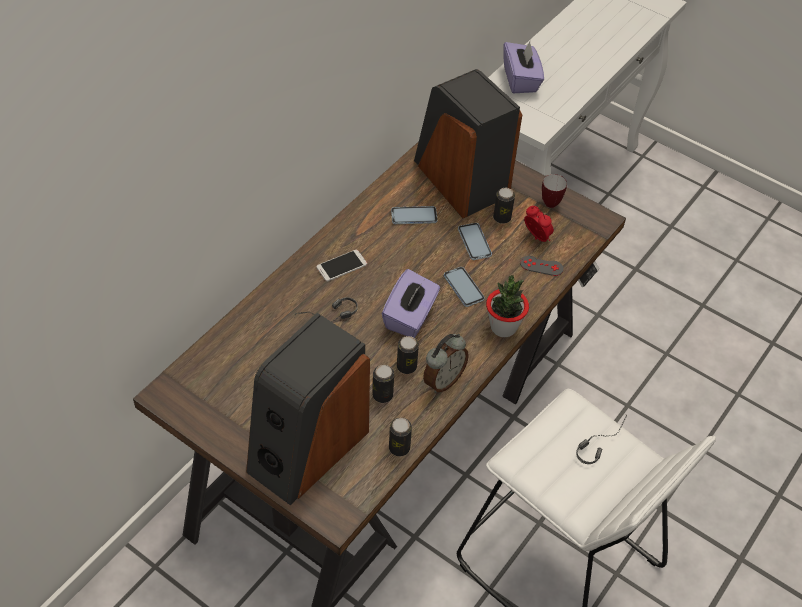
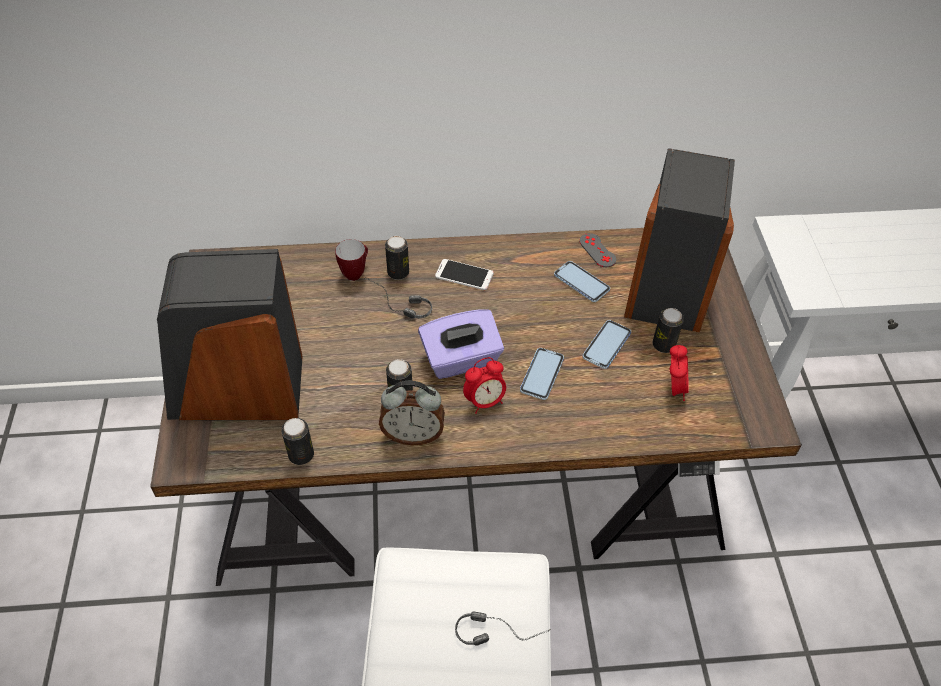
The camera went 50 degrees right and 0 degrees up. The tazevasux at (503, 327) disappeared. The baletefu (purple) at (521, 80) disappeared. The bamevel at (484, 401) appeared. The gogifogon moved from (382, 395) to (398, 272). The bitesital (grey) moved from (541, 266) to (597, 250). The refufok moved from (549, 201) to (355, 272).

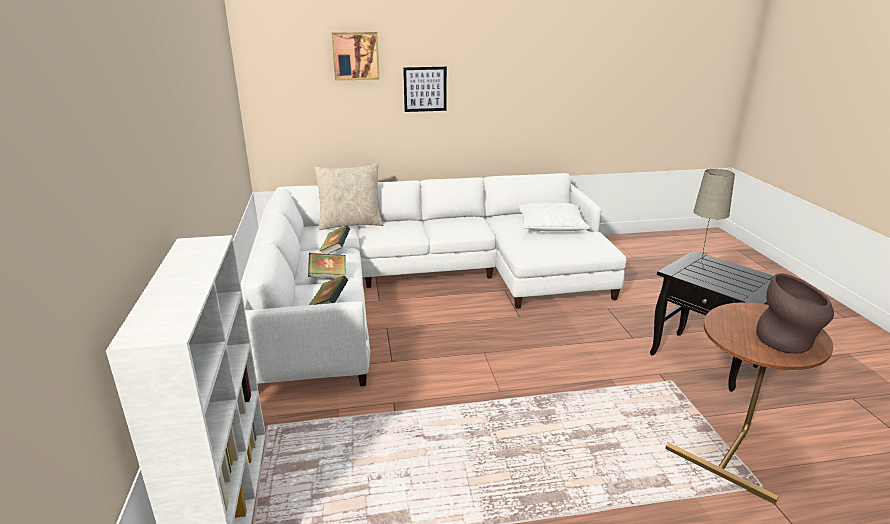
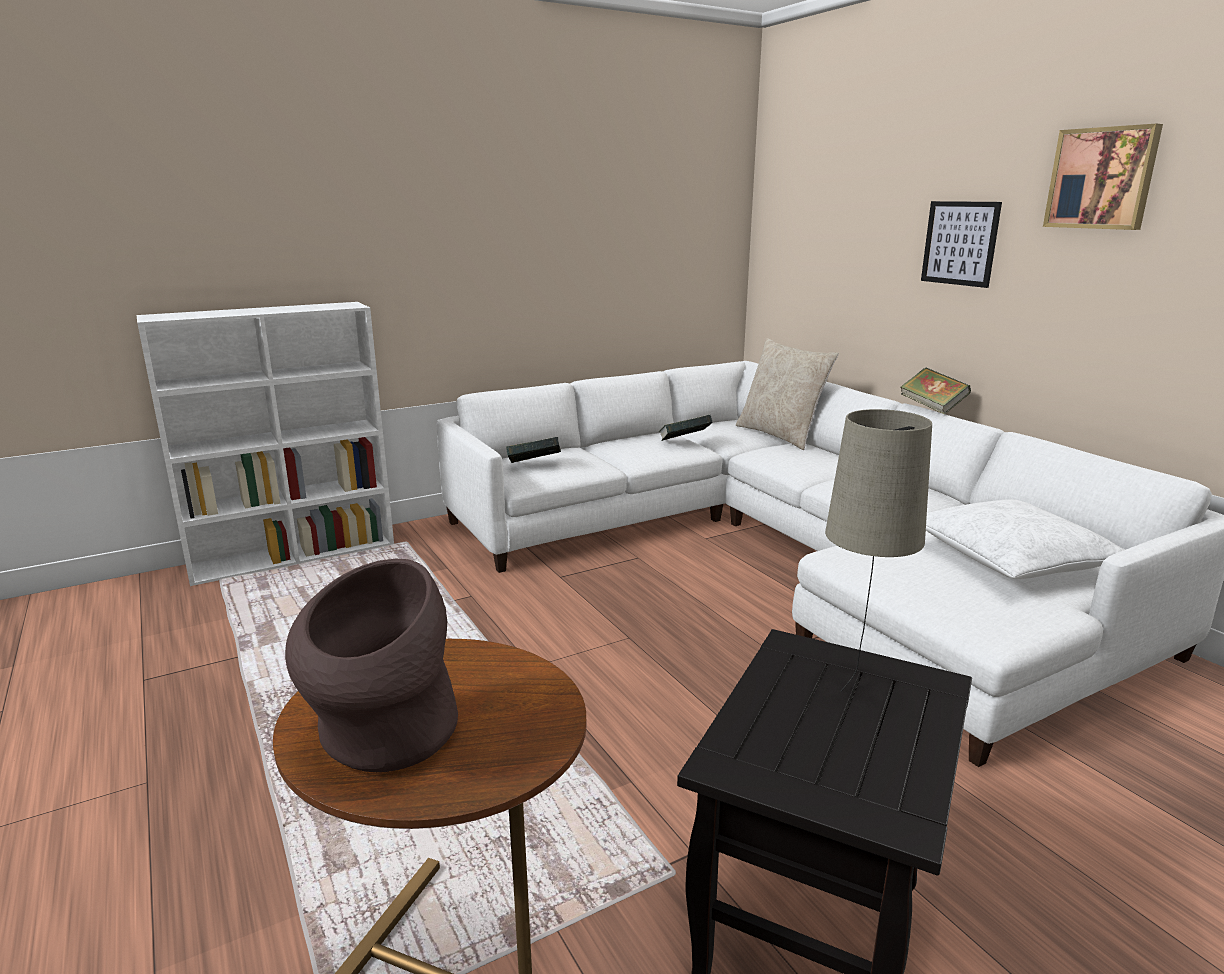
The camera went 70 degrees right and 5 degrees down. The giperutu moved from (328, 277) to (932, 407). The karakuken moved from (355, 56) to (1102, 178).

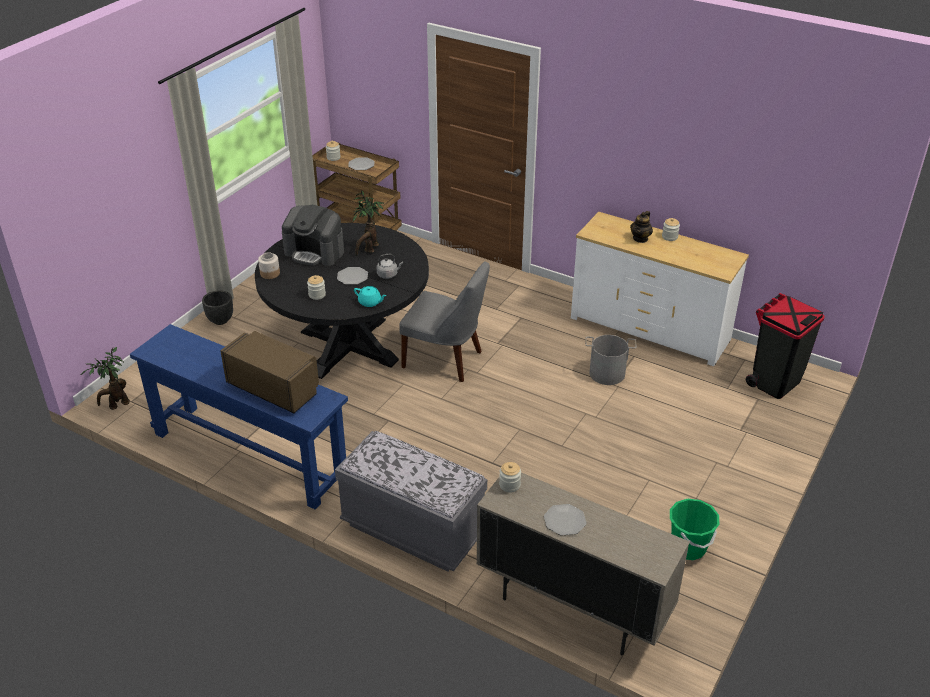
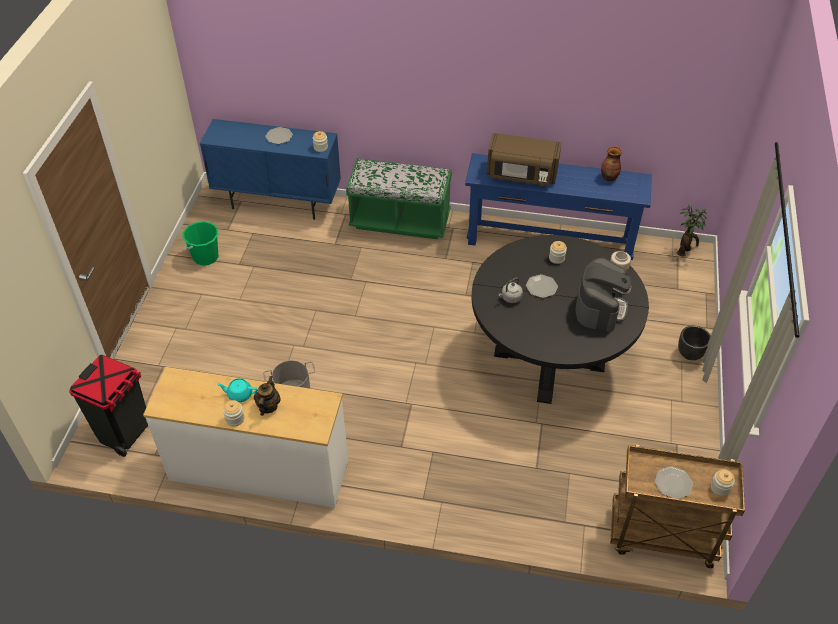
The camera went 160 degrees right and 10 degrees up. The tazevasux at (369, 249) disappeared. The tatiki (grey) at (446, 360) disappeared. The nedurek at (609, 178) appeared. The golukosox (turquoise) moved from (370, 302) to (239, 394). The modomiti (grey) at (413, 530) became the modomiti (green) at (400, 221). The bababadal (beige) at (572, 608) became the bababadal (blue) at (278, 203). The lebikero at (315, 252) turned 105 degrees clockwise.

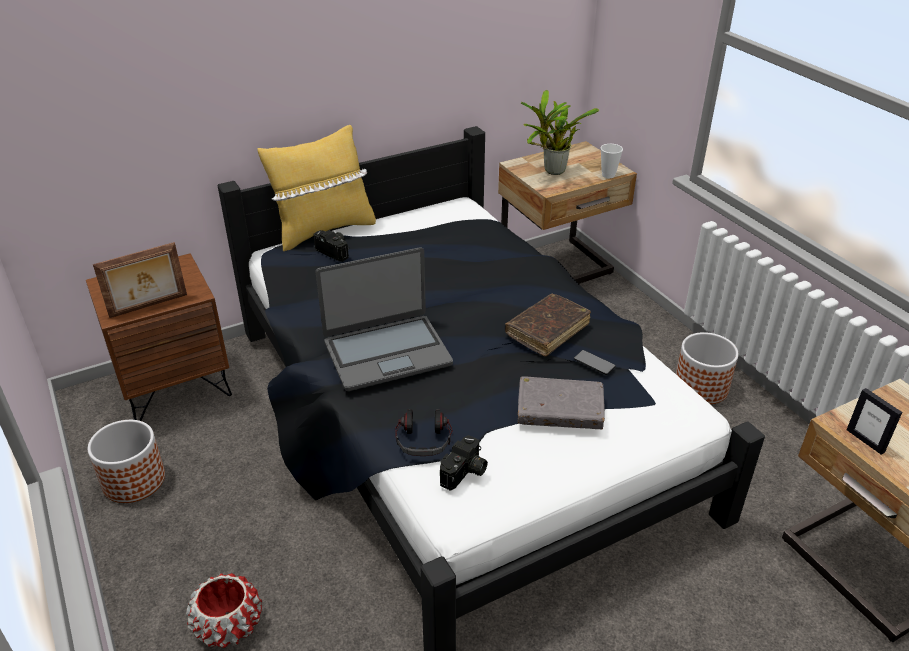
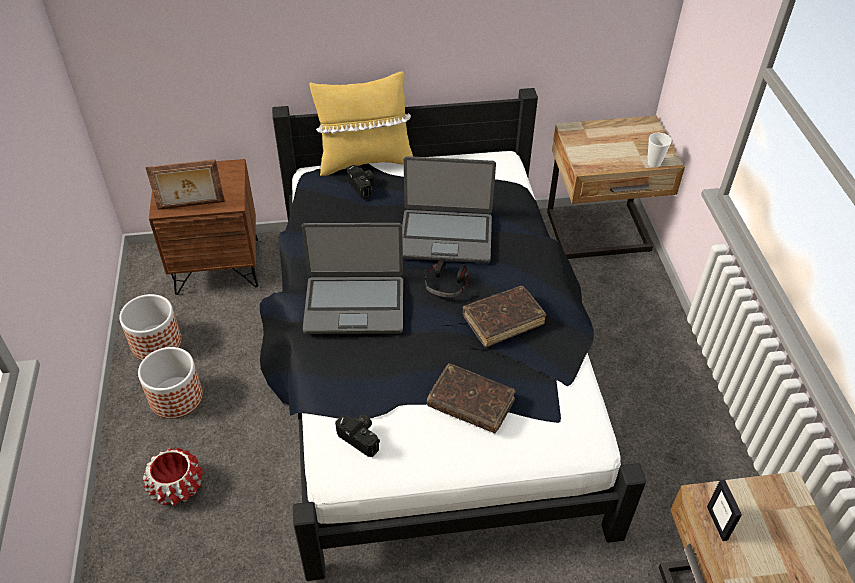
The camera went 20 degrees right and 10 degrees up. The tazevasux at (551, 172) disappeared. The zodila at (594, 363) disappeared. The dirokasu at (446, 236) appeared. The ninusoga moved from (424, 439) to (447, 284). The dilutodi moved from (701, 387) to (176, 397). The giperutu (grey) at (559, 411) became the giperutu (brown) at (470, 404). The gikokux at (465, 473) turned 105 degrees counterclockwise.

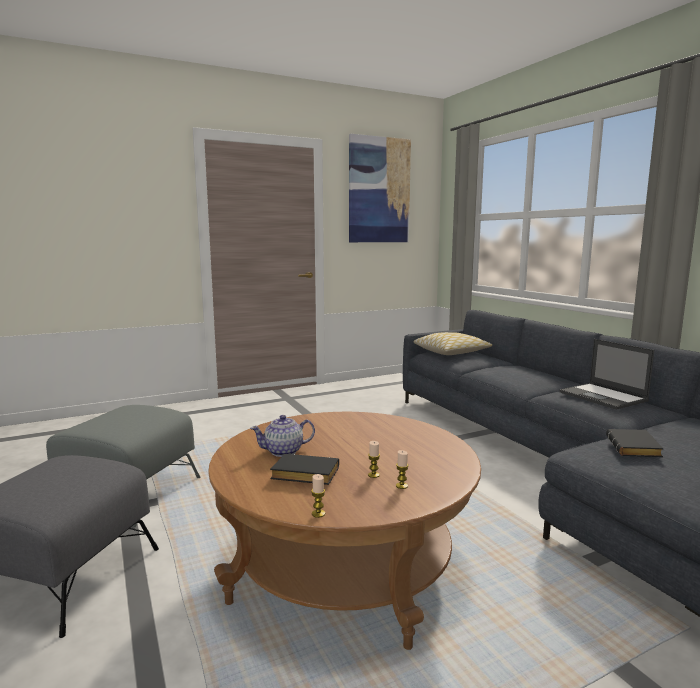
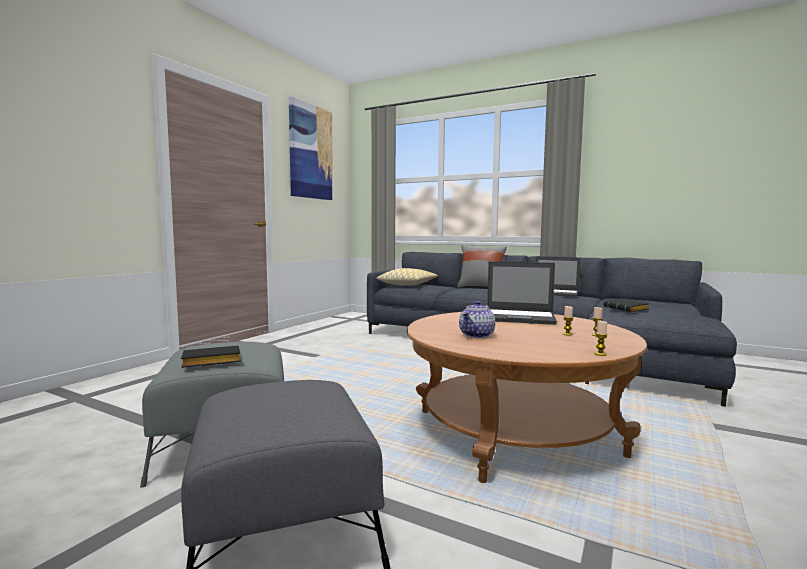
The camera went 35 degrees left and 5 degrees down. The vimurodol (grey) at (481, 287) appeared. The dirokasu at (520, 317) appeared. The giperutu (black) moved from (303, 475) to (210, 363).

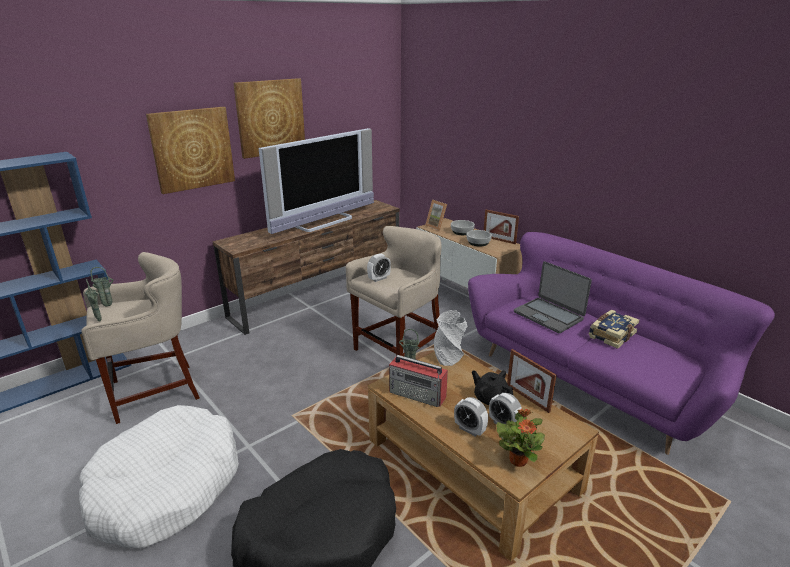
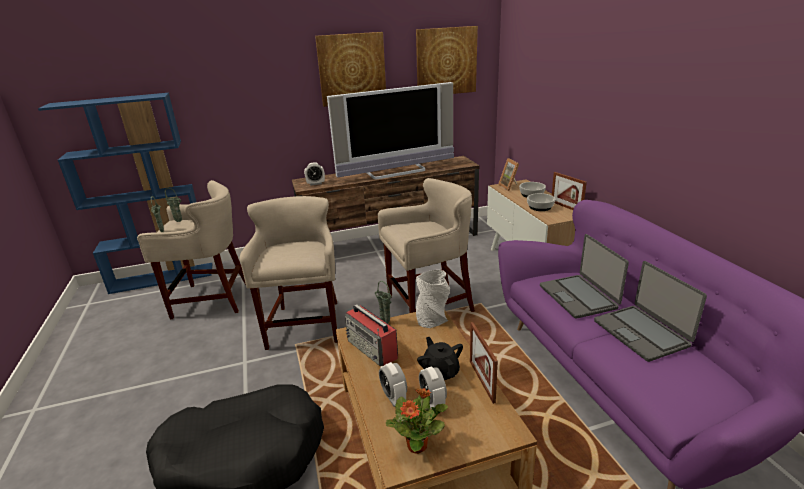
The camera went 25 degrees right and 0 degrees up. The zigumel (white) at (166, 487) disappeared. The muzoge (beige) at (305, 325) appeared. The karakuken moved from (192, 149) to (446, 61). The bamevel moved from (379, 278) to (315, 183). The giperutu at (611, 335) was replaced by the dirokasu at (641, 333).

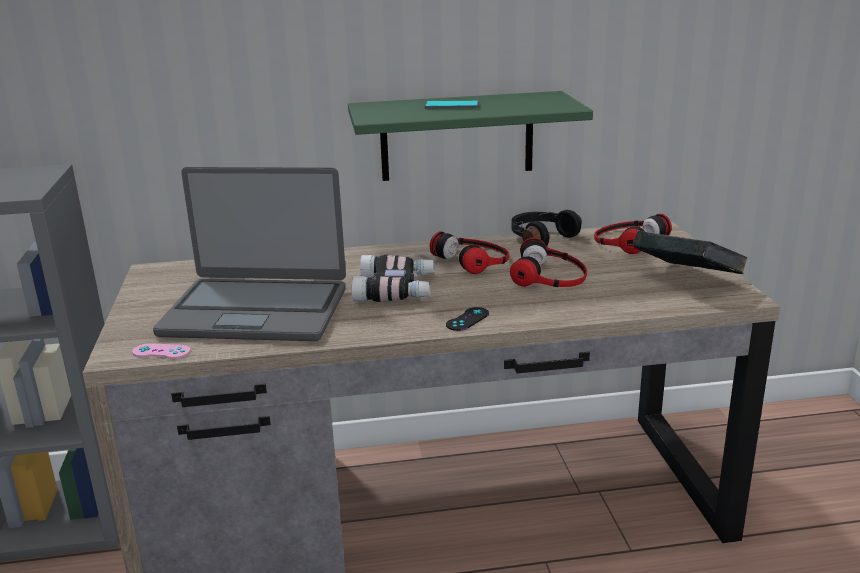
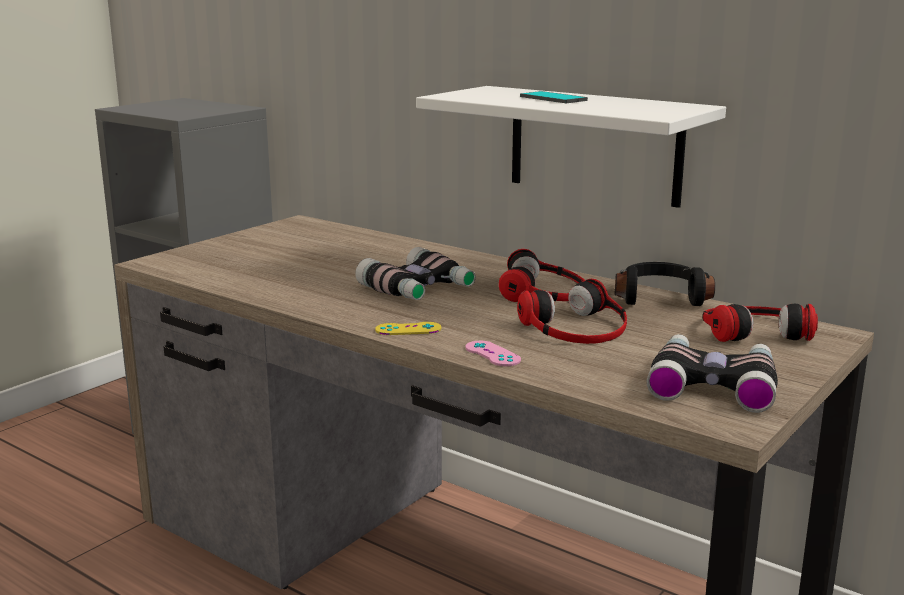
The camera went 45 degrees right and 5 degrees down. The dirokasu at (256, 311) disappeared. The bitesital (pink) moved from (161, 351) to (492, 354). The giperutu at (686, 280) was replaced by the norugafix at (713, 384). The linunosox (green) at (457, 136) became the linunosox (white) at (594, 145). The bitesital (black) at (467, 319) became the bitesital (yellow) at (408, 329).

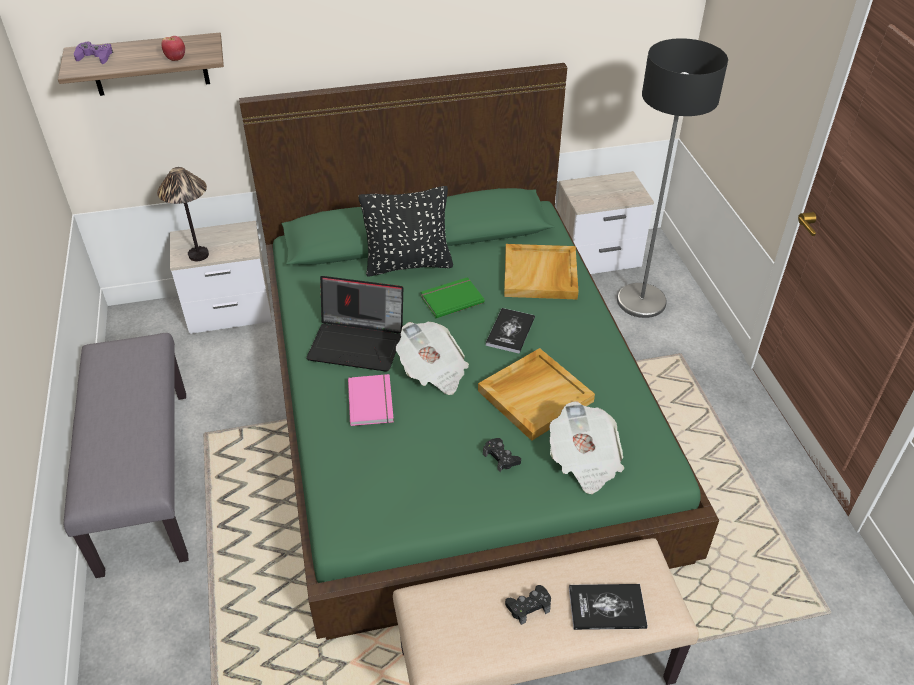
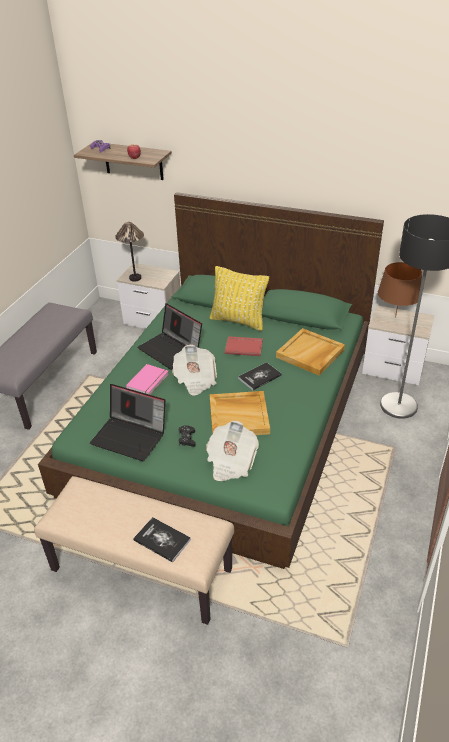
The camera went 35 degrees right and 5 degrees down. The bitesital (black) at (528, 606) disappeared. The dirokasu at (131, 436) appeared. The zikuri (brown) at (395, 317) appeared. The vimurodol (black) at (408, 264) became the vimurodol (yellow) at (238, 320). The giperutu (green) at (451, 298) became the giperutu (red) at (243, 347).

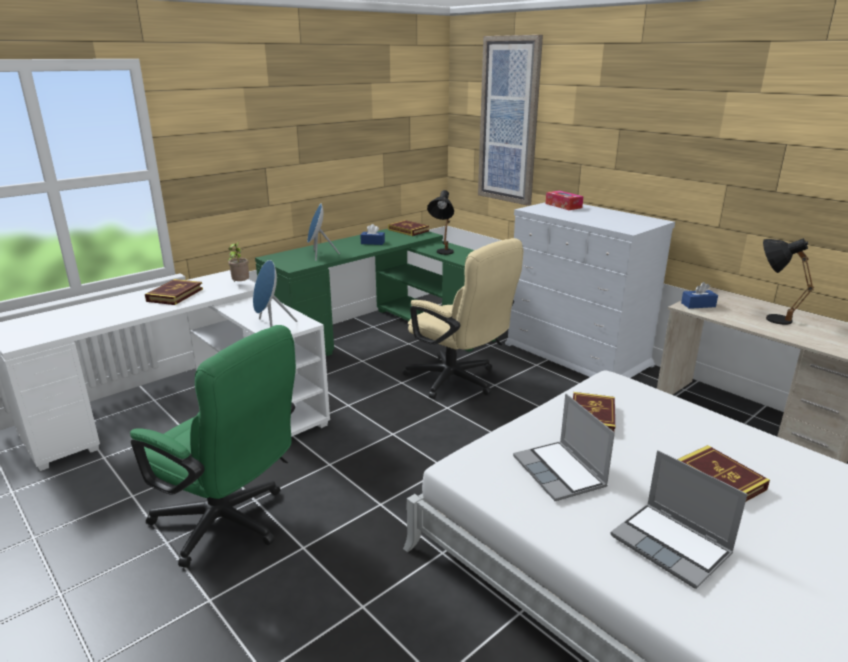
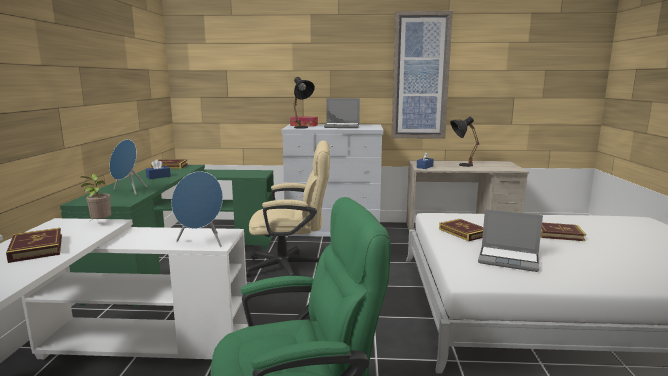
The camera went 45 degrees left and 10 degrees down. The zikuri (black) moved from (442, 253) to (302, 128). The karakuken moved from (509, 121) to (420, 76). The dirokasu moved from (672, 545) to (342, 126).

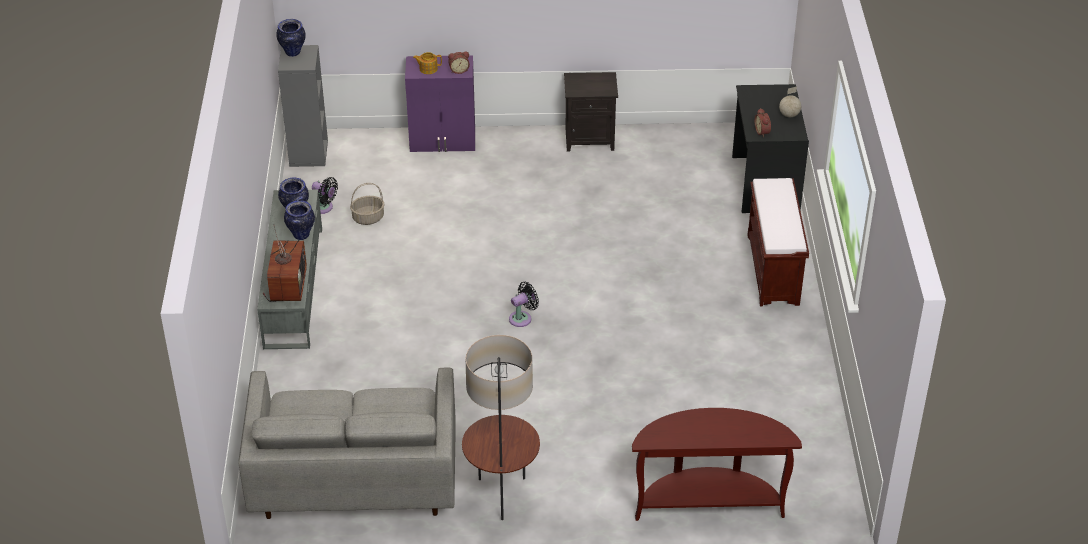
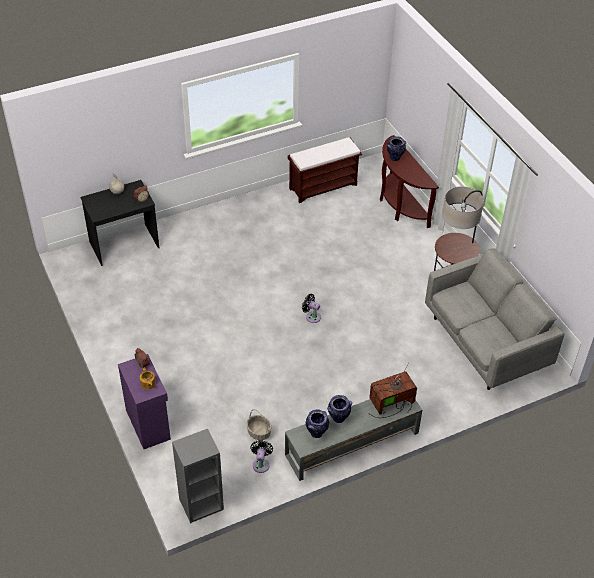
The camera went 115 degrees left and 5 degrees up. The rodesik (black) at (590, 139) disappeared. The nedurek moved from (293, 53) to (395, 158). The modomiti (brown) moved from (773, 270) to (323, 186).

